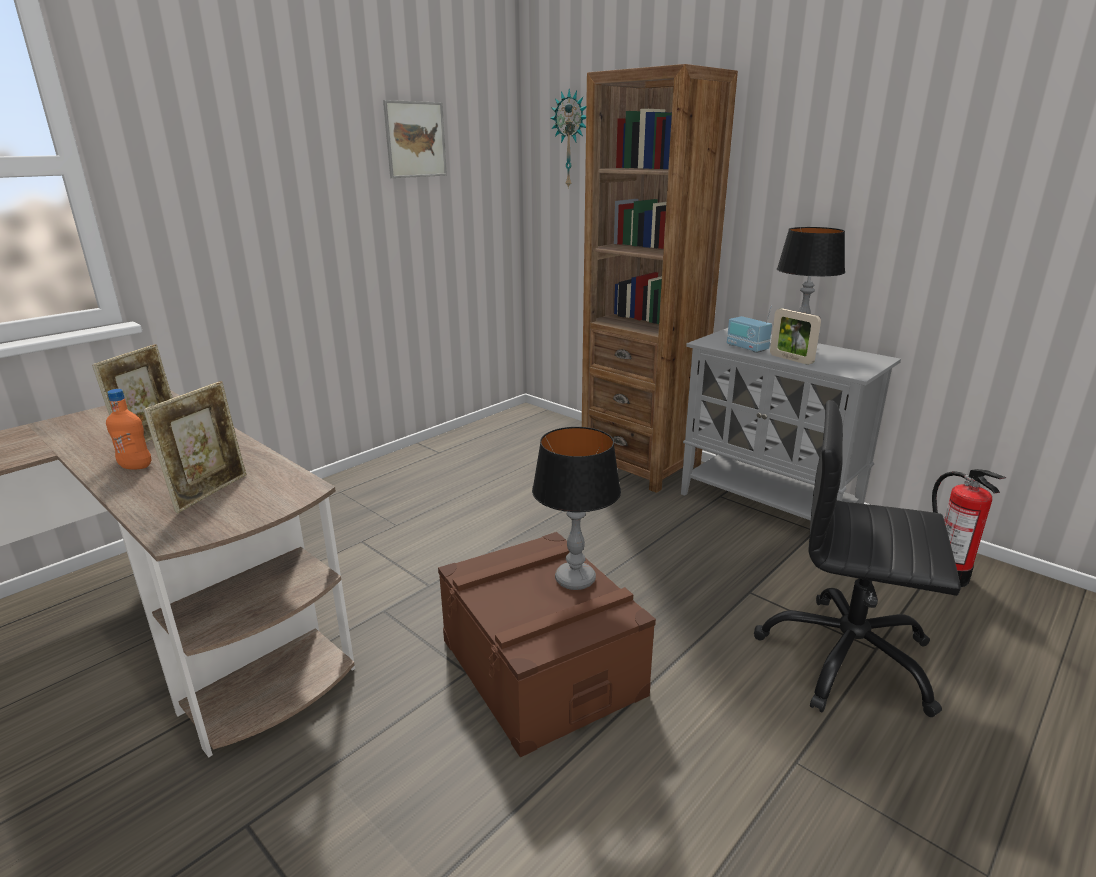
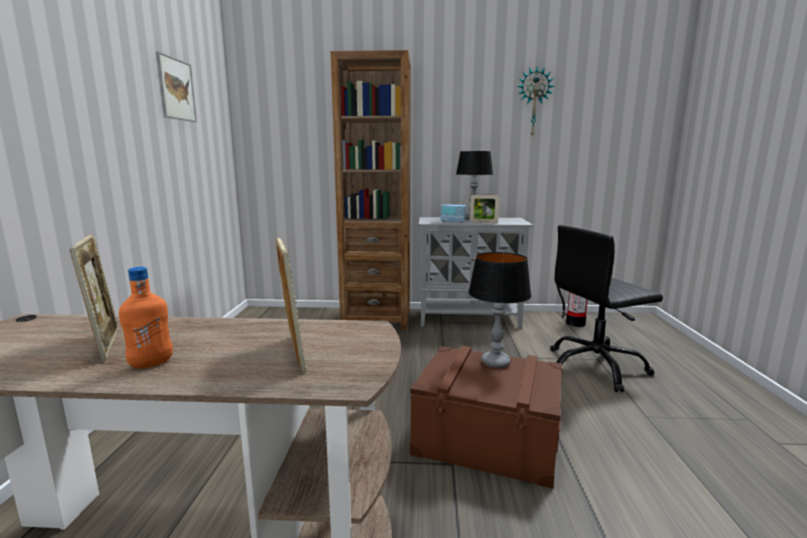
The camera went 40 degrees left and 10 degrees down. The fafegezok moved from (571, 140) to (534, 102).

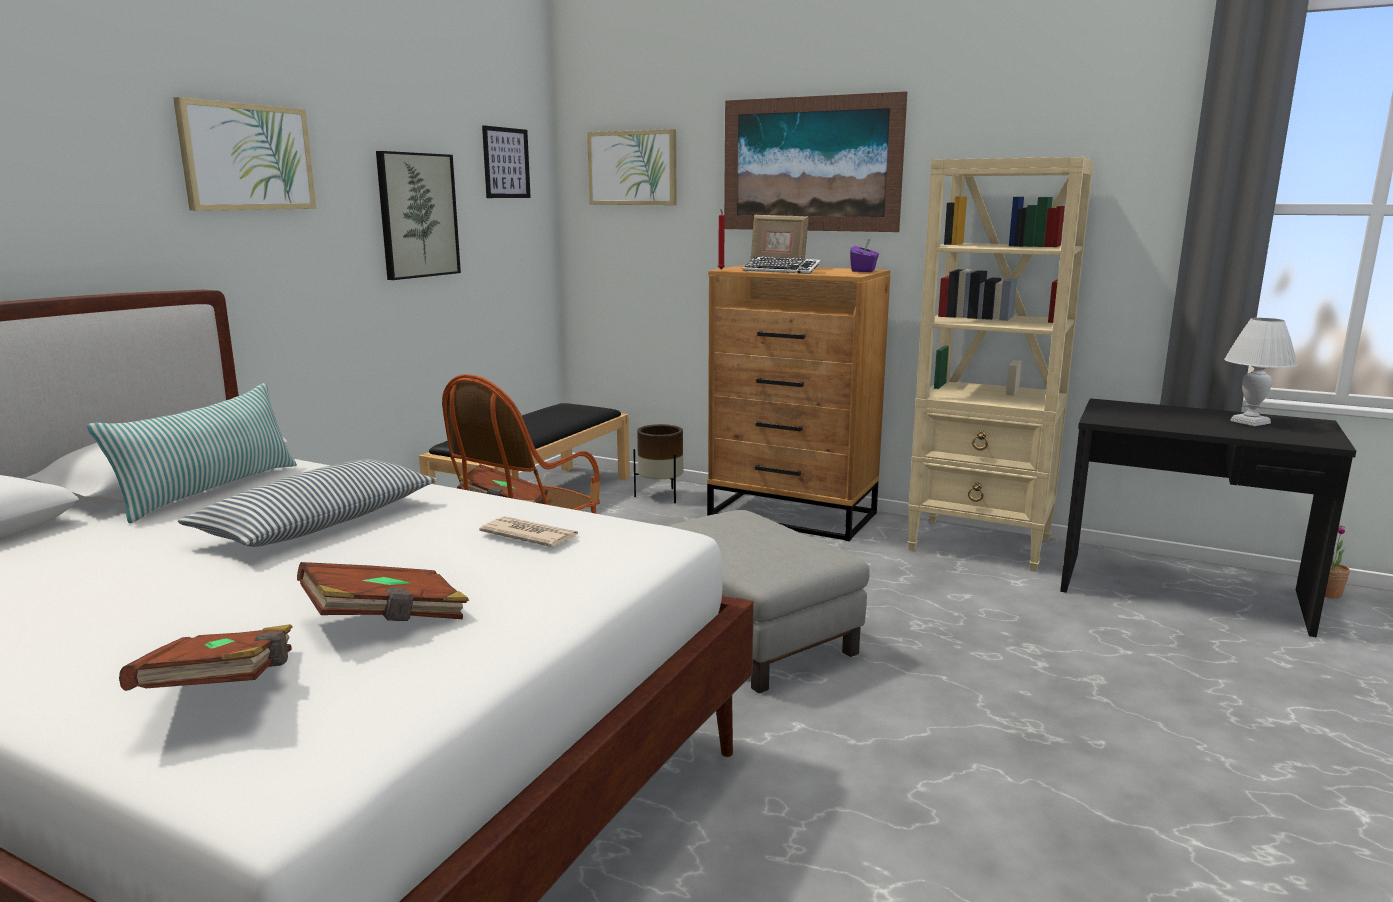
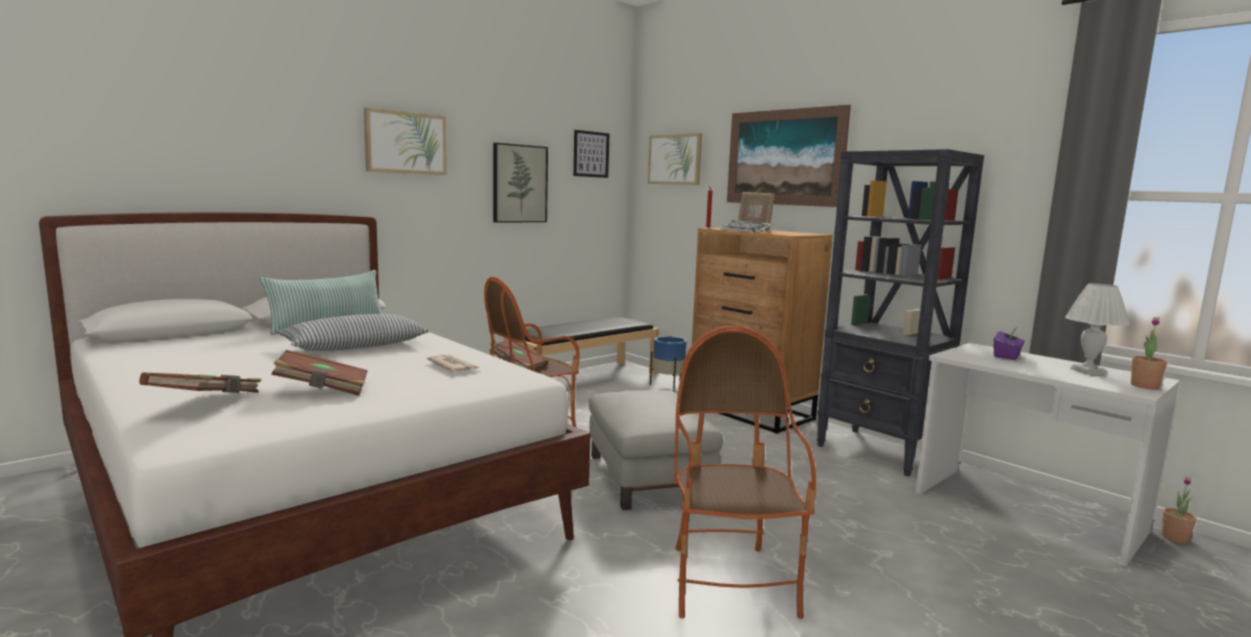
The camera went 20 degrees right and 5 degrees down. The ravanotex at (730, 582) appeared. The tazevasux at (1144, 386) appeared. The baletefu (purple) moved from (864, 271) to (1007, 356). The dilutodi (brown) at (661, 496) became the dilutodi (blue) at (668, 387). The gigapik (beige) at (981, 545) became the gigapik (black) at (880, 452). The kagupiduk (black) at (1181, 592) became the kagupiduk (white) at (1026, 512).

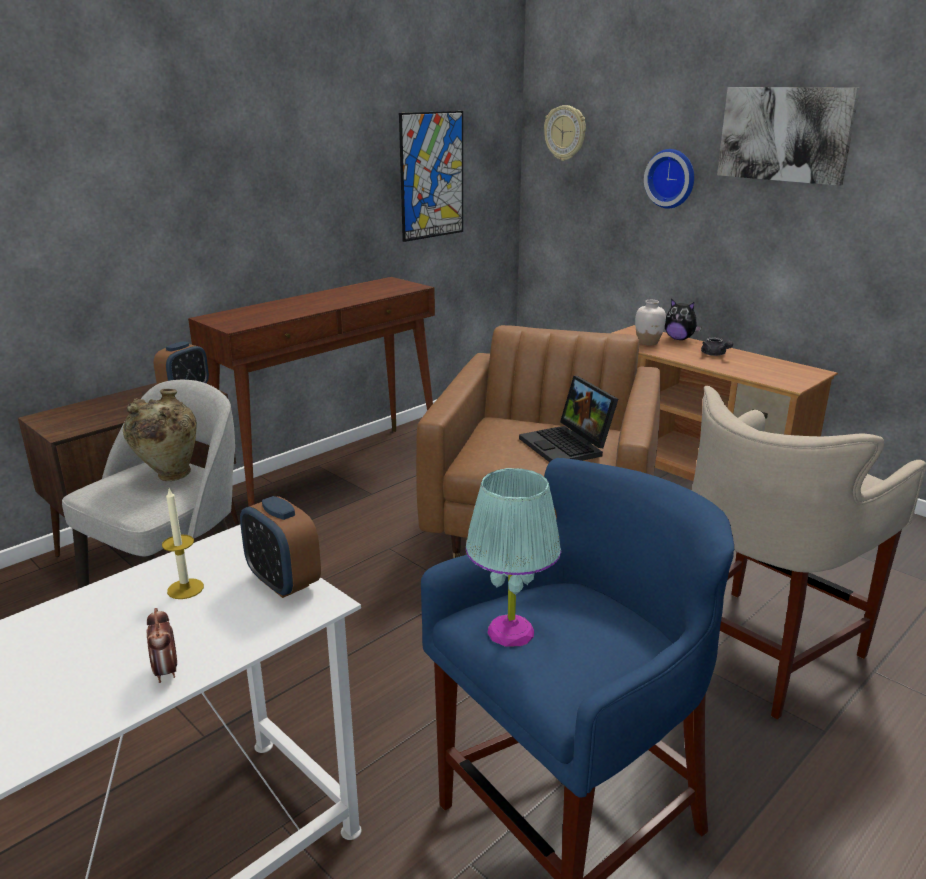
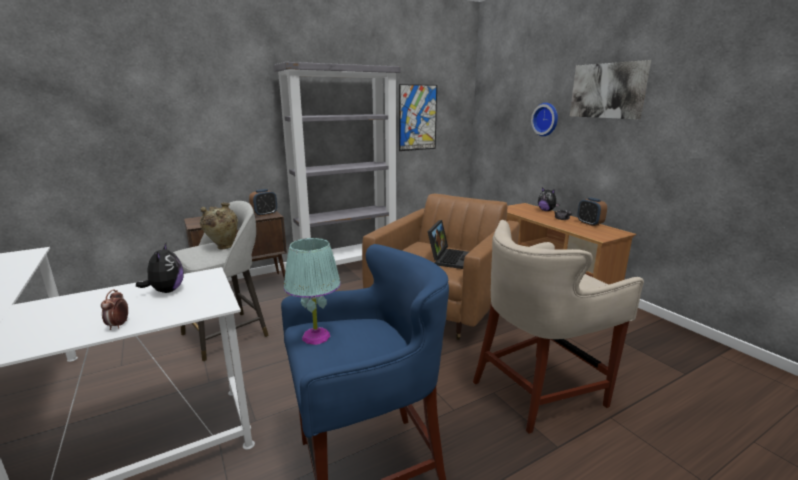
The camera went 15 degrees right and 5 degrees down. The fafegezok at (565, 133) disappeared. The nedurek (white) at (648, 342) disappeared. The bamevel moved from (283, 582) to (589, 223). The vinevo at (185, 589) was replaced by the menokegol at (166, 291). The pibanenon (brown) at (332, 470) was replaced by the gigapik (grey) at (347, 266). The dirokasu at (568, 446) turned 150 degrees counterclockwise.

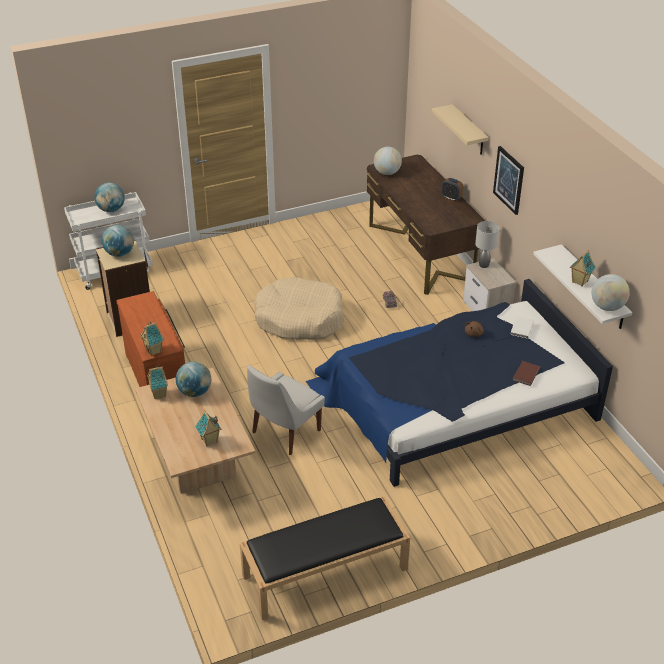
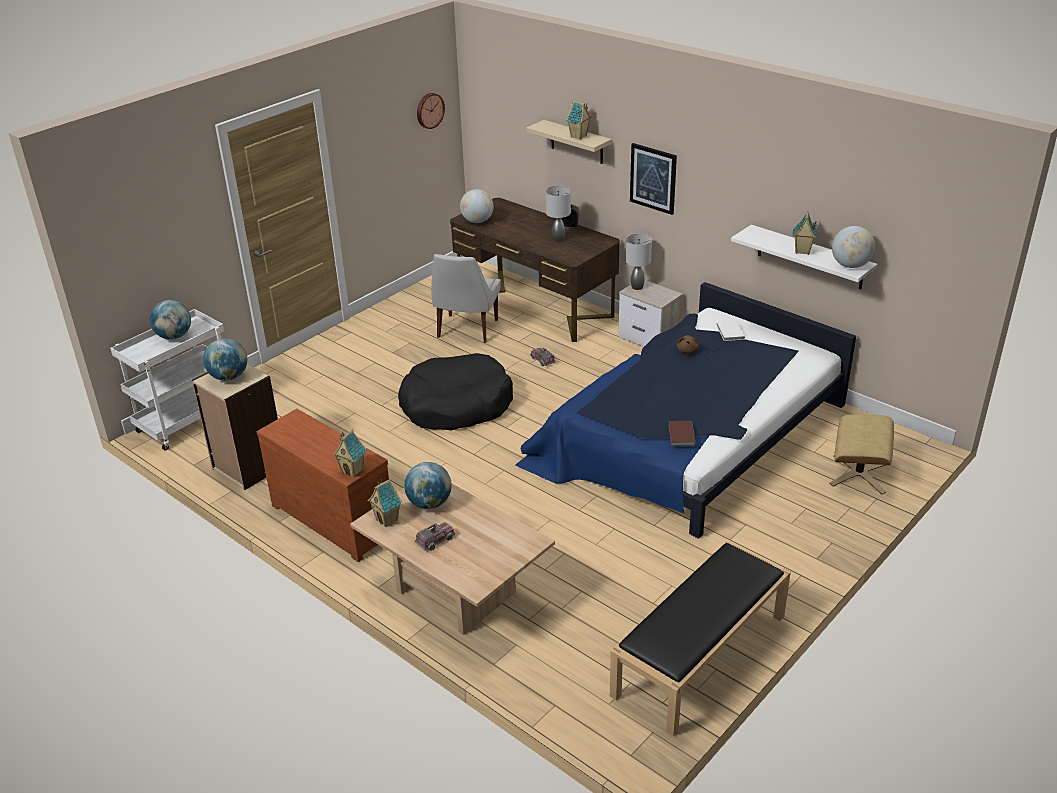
The camera went 25 degrees left and 5 degrees down. The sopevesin at (435, 540) appeared. The fafegezok at (429, 110) appeared. The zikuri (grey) at (558, 239) appeared. The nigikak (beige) at (859, 474) appeared. The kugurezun moved from (209, 441) to (579, 136). The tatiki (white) moved from (284, 433) to (466, 330). The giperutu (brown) moved from (525, 374) to (681, 435). The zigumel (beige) at (299, 319) became the zigumel (black) at (456, 405).

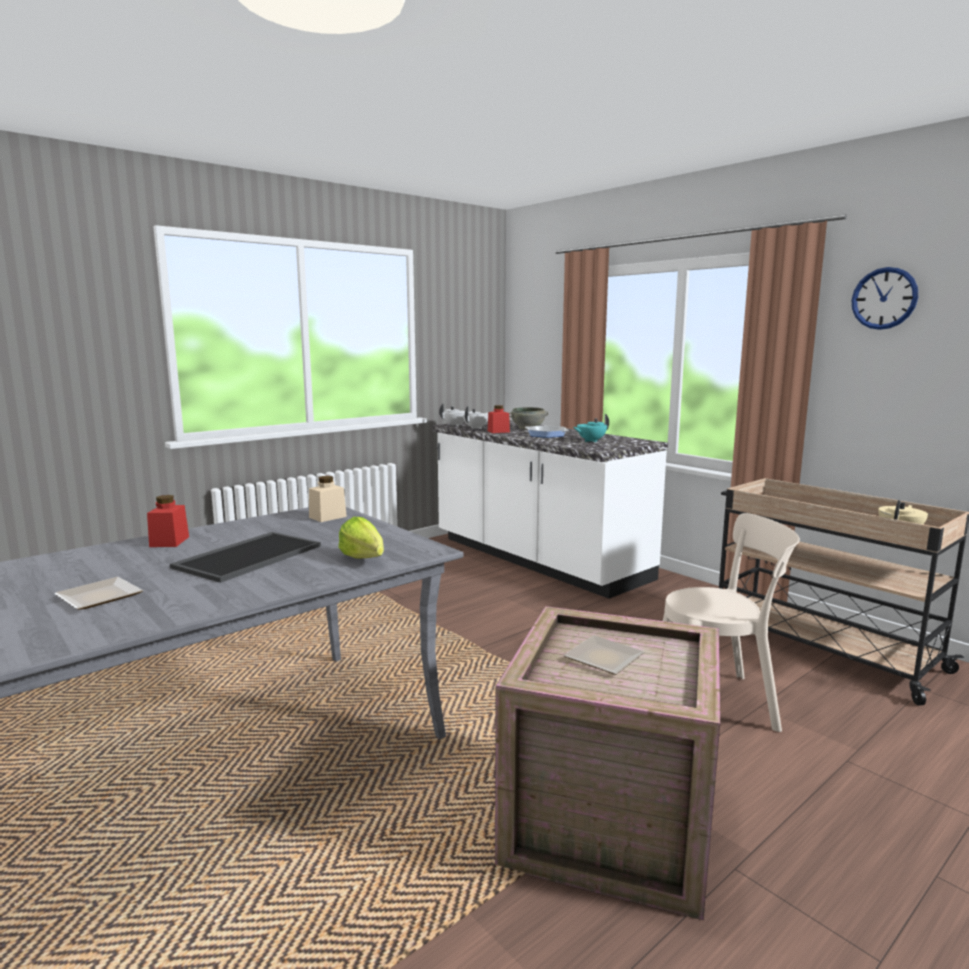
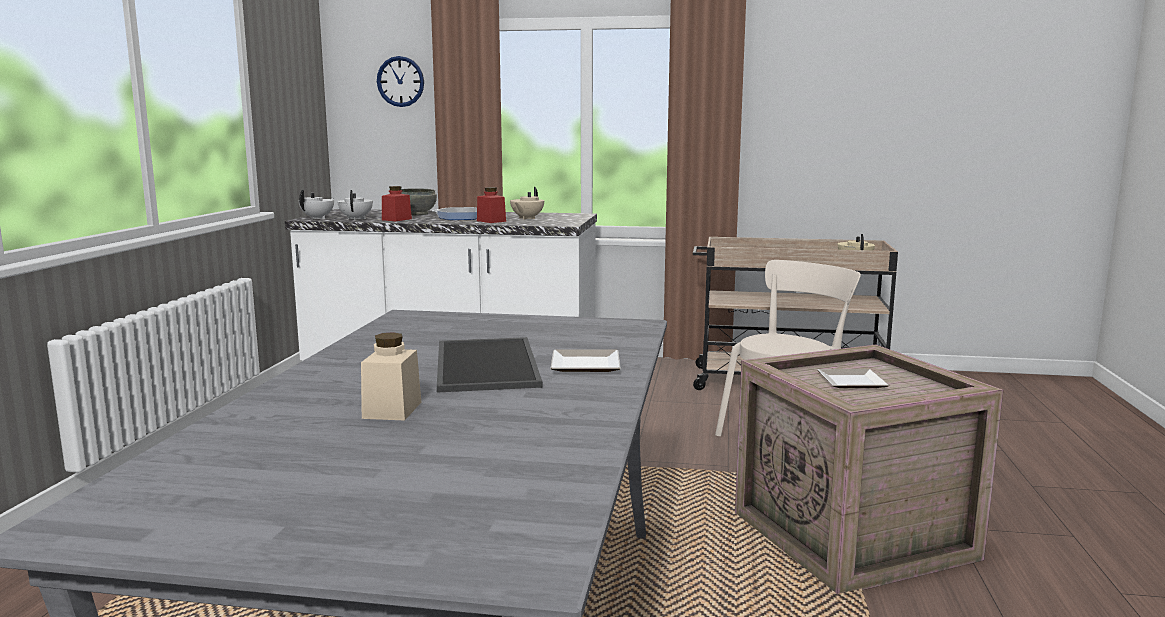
The camera went 40 degrees left and 0 degrees up. The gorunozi at (365, 560) disappeared. The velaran moved from (101, 596) to (583, 364). The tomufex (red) moved from (169, 541) to (491, 221). The tomufex (beige) moved from (327, 517) to (392, 410). The fafegezok moved from (884, 298) to (400, 81). The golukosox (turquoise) at (590, 441) became the golukosox (beige) at (526, 218).

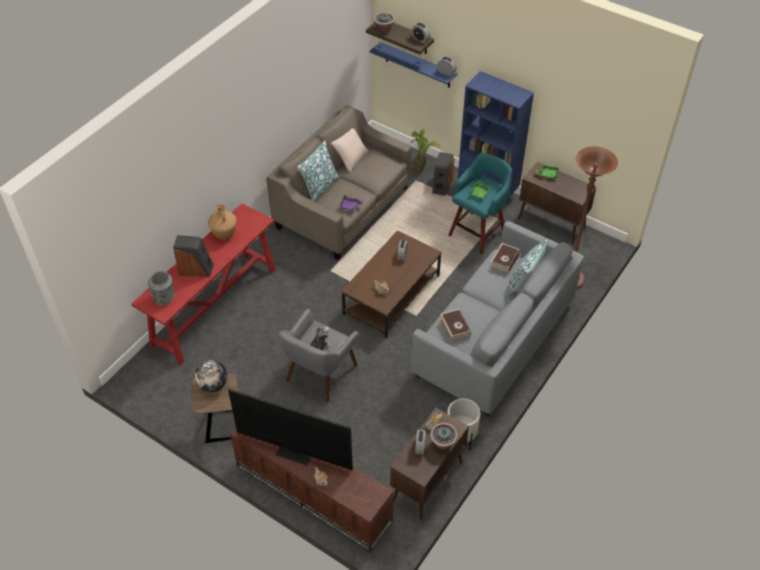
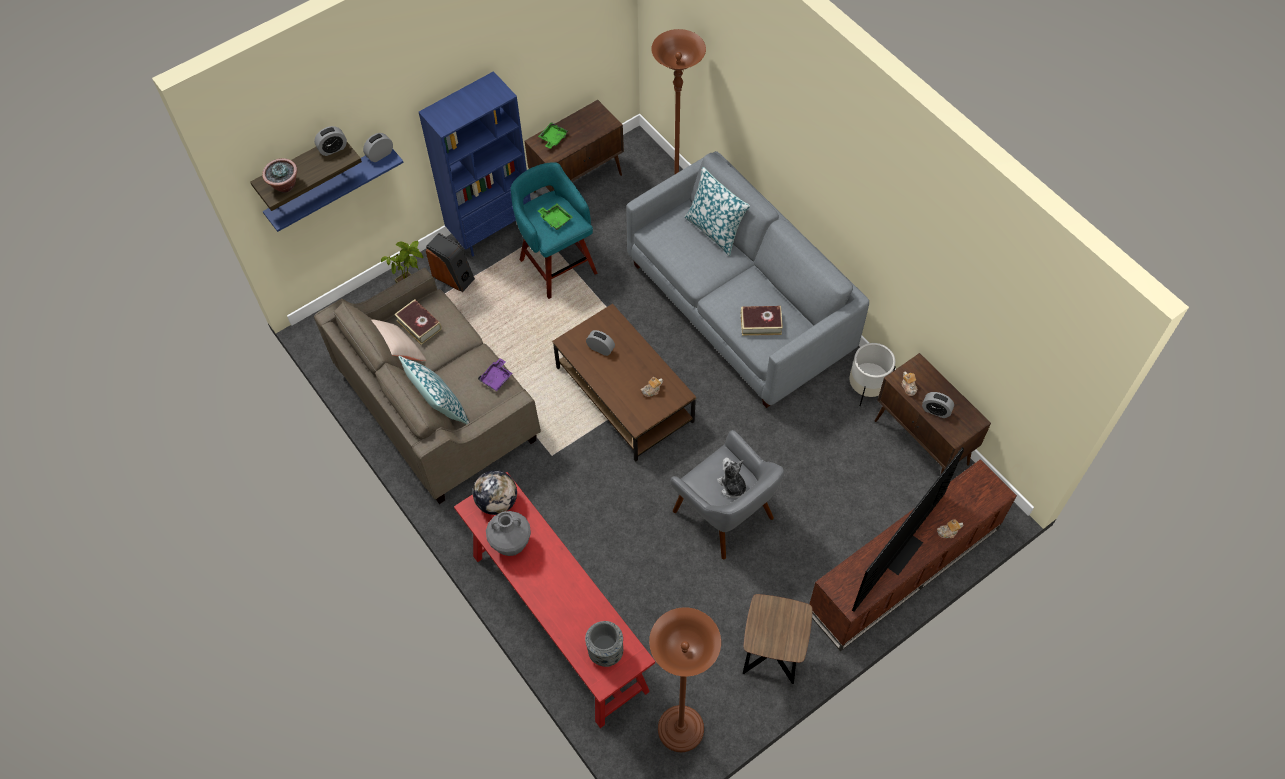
The camera went 70 degrees left and 10 degrees up. The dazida at (196, 269) disappeared. The tazevasux at (443, 443) disappeared. The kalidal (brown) at (680, 729) appeared. The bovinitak moved from (213, 385) to (497, 502). The giperutu moved from (504, 261) to (419, 325). The nedurek (brown) at (224, 234) became the nedurek (grey) at (510, 544).

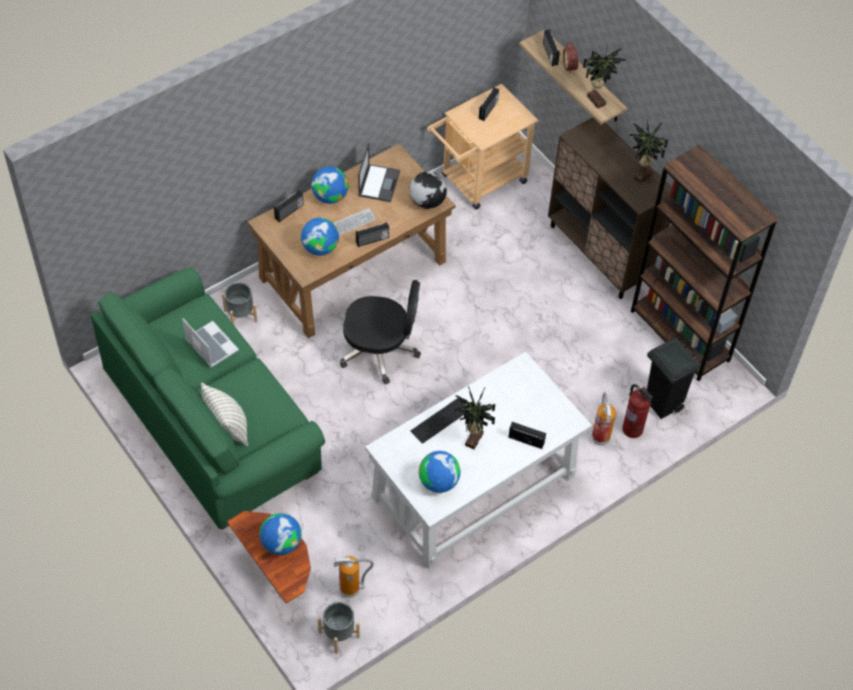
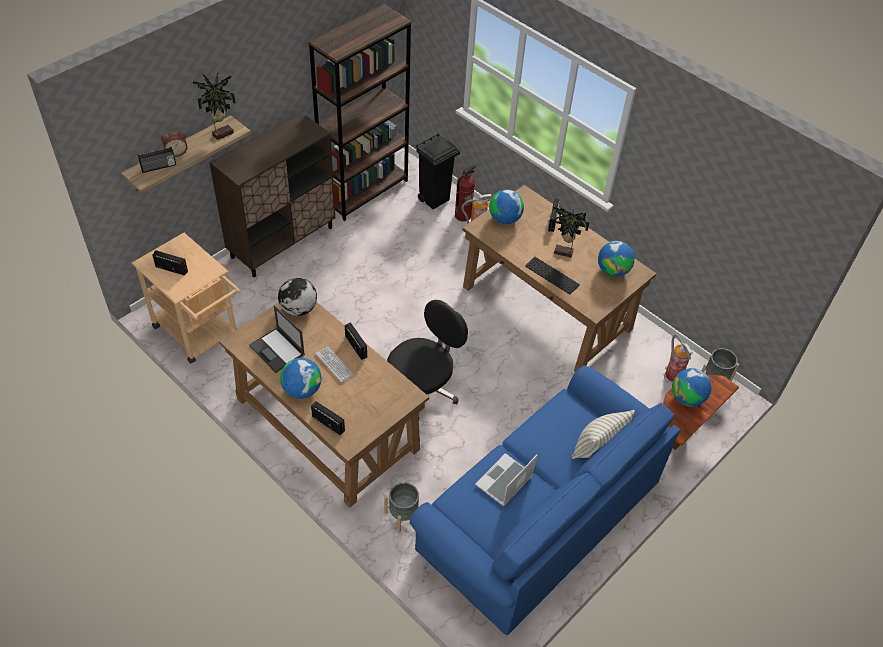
The camera went 100 degrees left and 5 degrees down. The tazevasux at (641, 175) disappeared. The bovinitak moved from (320, 248) to (505, 219). The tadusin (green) at (211, 421) became the tadusin (blue) at (539, 517). The kagupiduk (white) at (474, 487) became the kagupiduk (brown) at (547, 307). The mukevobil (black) at (380, 351) turned 45 degrees clockwise. The dirokasu at (379, 183) turned 135 degrees counterclockwise.

